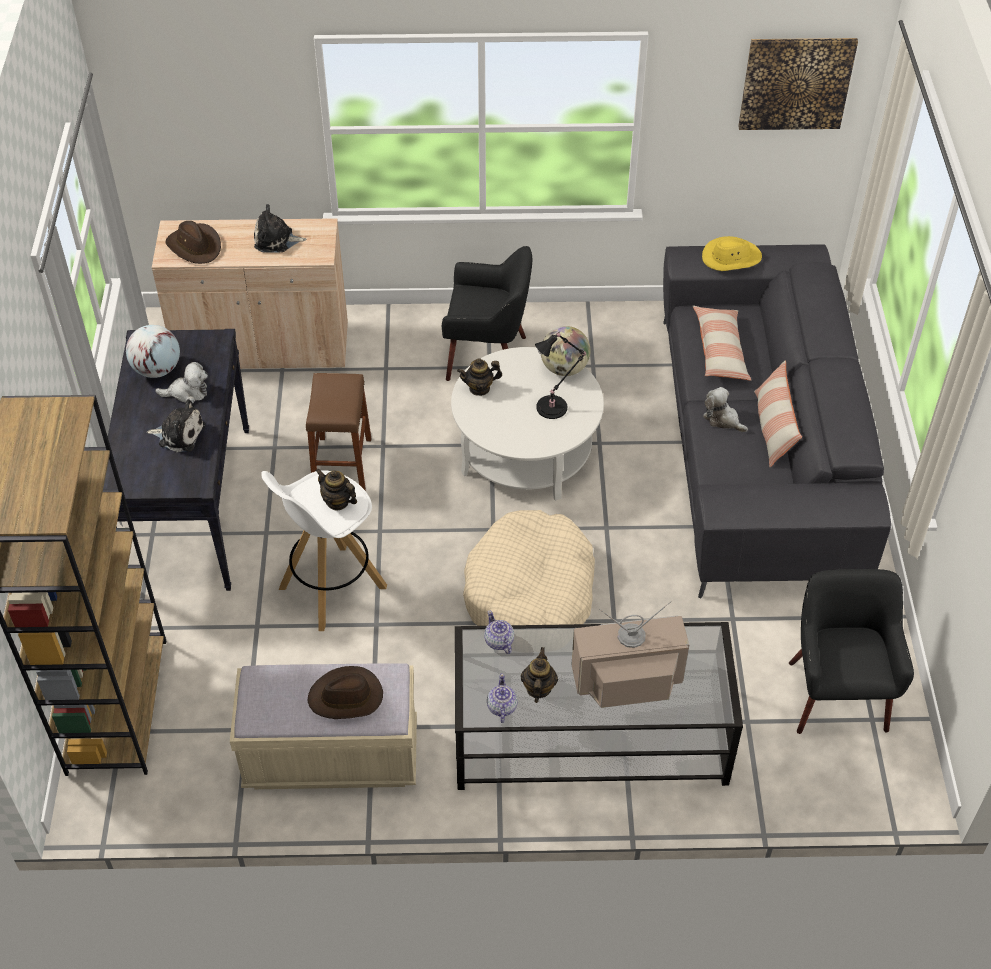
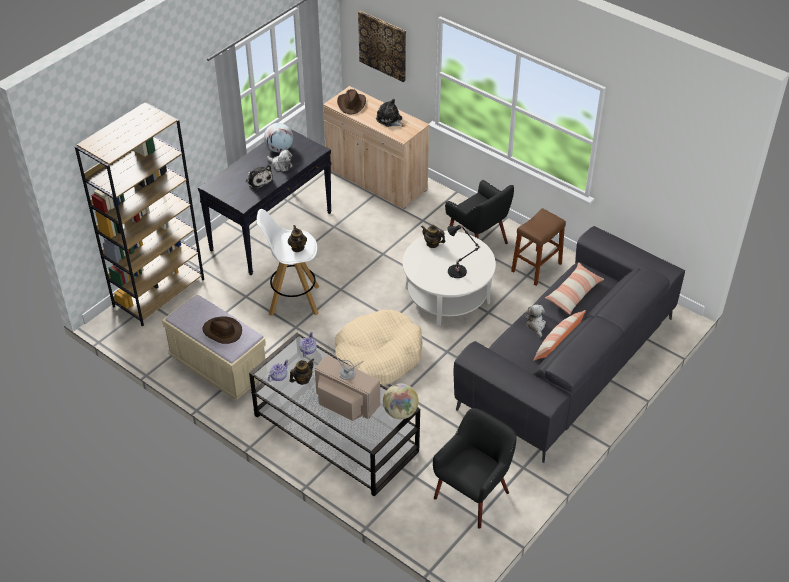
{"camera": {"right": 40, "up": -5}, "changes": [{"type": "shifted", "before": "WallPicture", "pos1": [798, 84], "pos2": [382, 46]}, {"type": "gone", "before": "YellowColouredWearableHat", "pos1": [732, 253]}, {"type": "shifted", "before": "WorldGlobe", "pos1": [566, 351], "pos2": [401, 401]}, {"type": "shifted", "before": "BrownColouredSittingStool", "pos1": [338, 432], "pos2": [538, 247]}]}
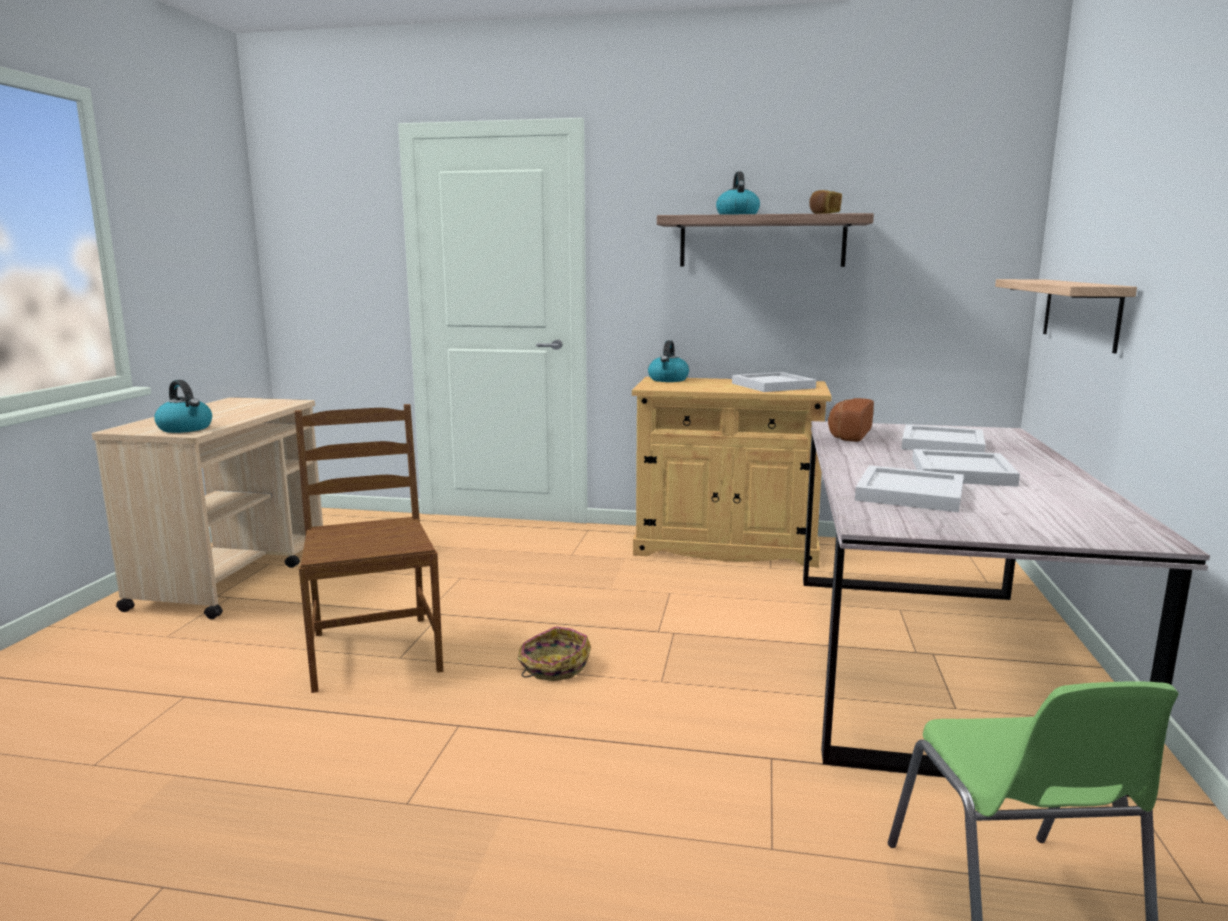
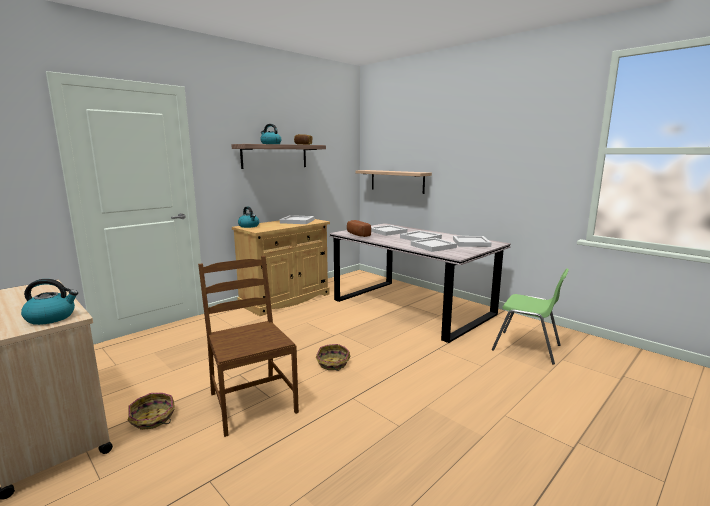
{"camera": {"right": -55, "up": 0}, "changes": [{"type": "rotated", "before": "BrownColouredChair", "pos1": [369, 548], "pos2": [248, 346], "turn": 45}, {"type": "new", "after": "WhiteServingTray", "pos2": [472, 241]}, {"type": "new", "after": "HouseholdBasket", "pos2": [151, 411]}]}
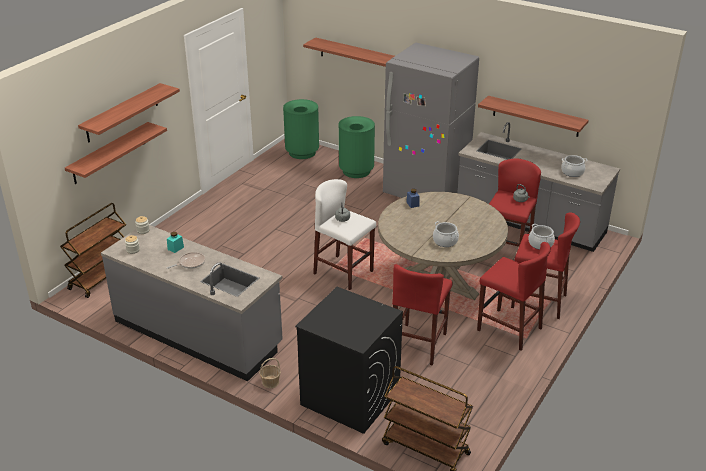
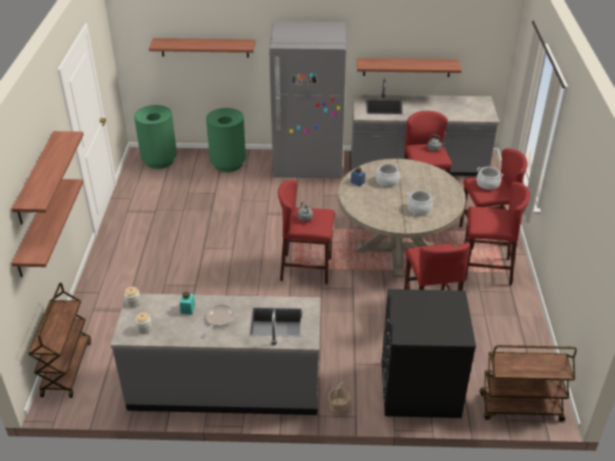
{"camera": {"right": -30, "up": 5}, "changes": [{"type": "shifted", "before": "CookingPot", "pos1": [574, 166], "pos2": [388, 175]}, {"type": "repainted", "before": "WhiteSittingStool", "after": "ReddishSittingStool", "pos1": [344, 234], "pos2": [306, 231]}]}
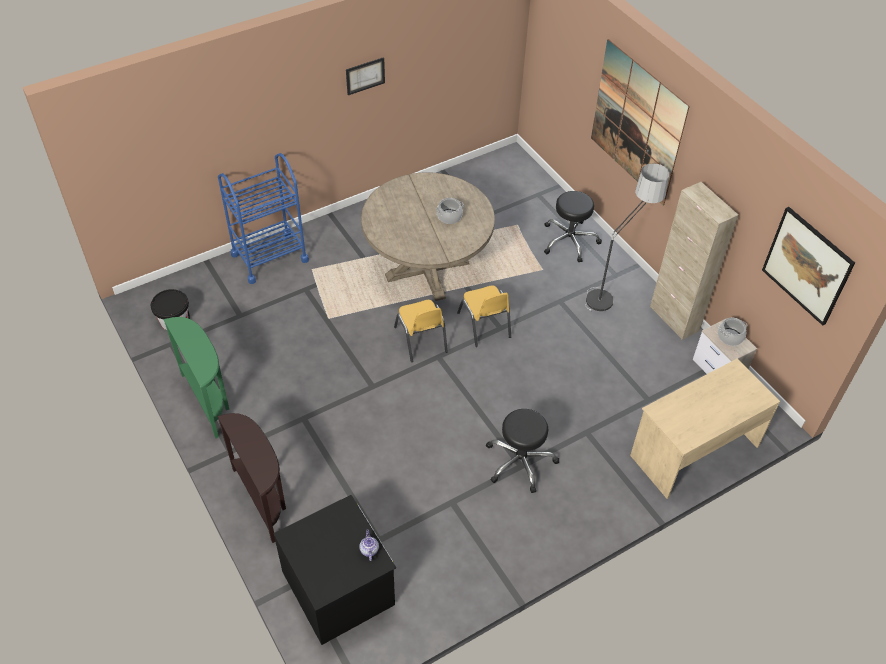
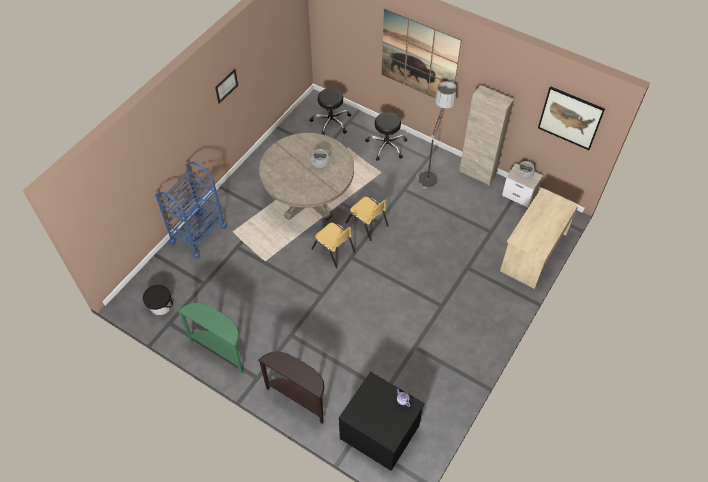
{"camera": {"right": -25, "up": 5}, "changes": [{"type": "shifted", "before": "BlackishSittingStool", "pos1": [522, 451], "pos2": [330, 111]}]}
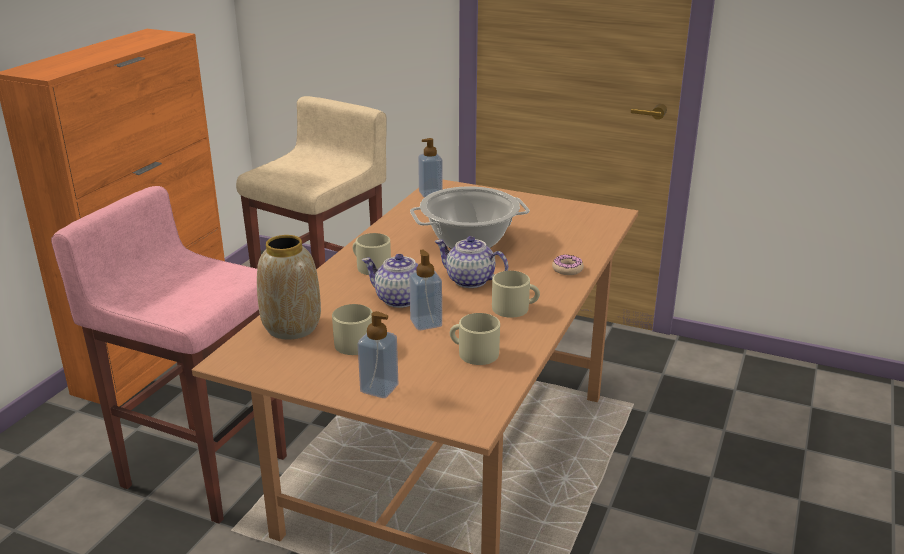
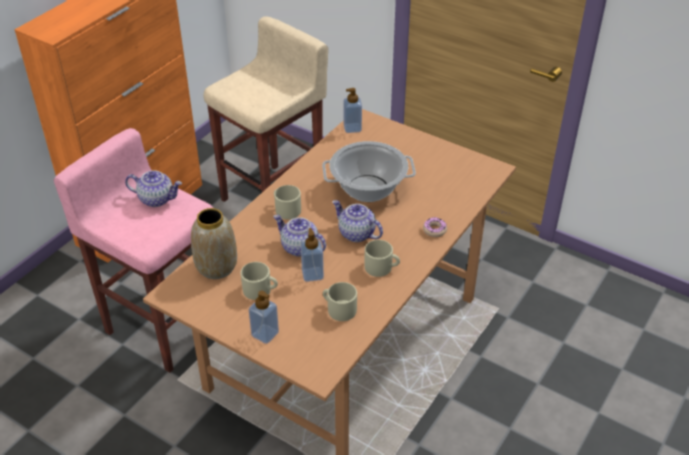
{"camera": {"right": 10, "up": 15}, "changes": [{"type": "new", "after": "Teapot", "pos2": [153, 188]}]}
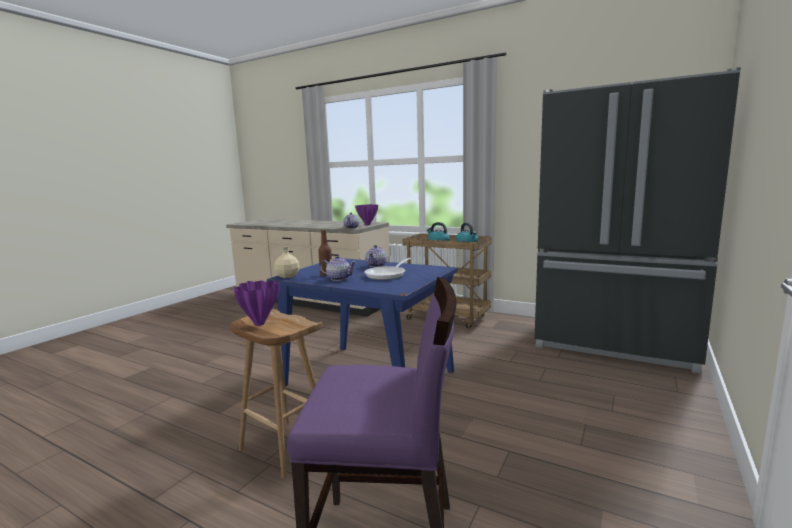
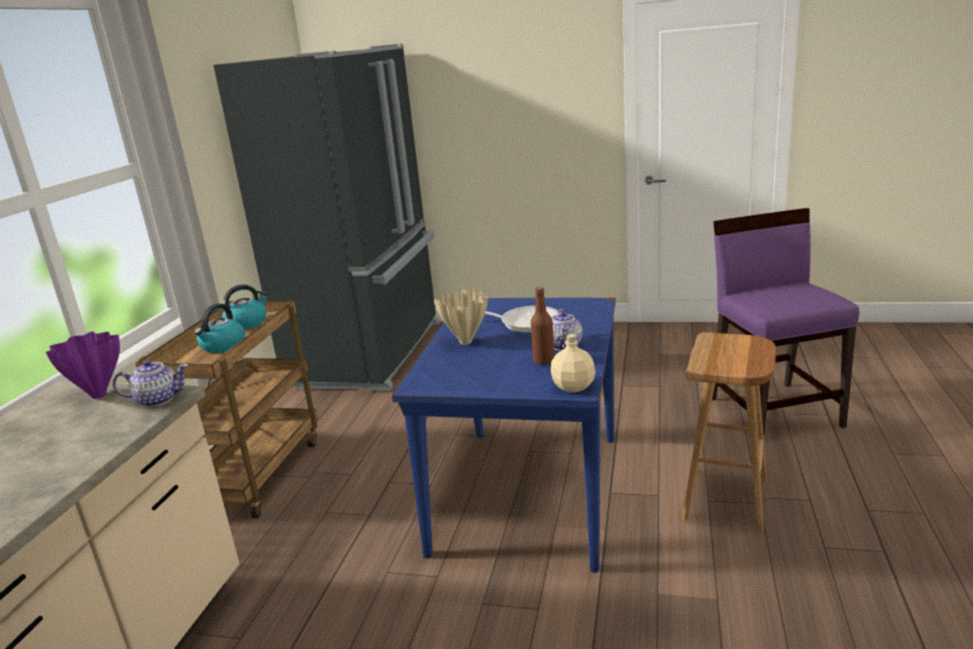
{"camera": {"right": -105, "up": 10}, "changes": [{"type": "swapped", "before": "Teapot", "after": "BeigeColouredVase", "pos1": [376, 256], "pos2": [461, 316]}, {"type": "gone", "before": "PurpleColouredVase", "pos1": [257, 303]}]}
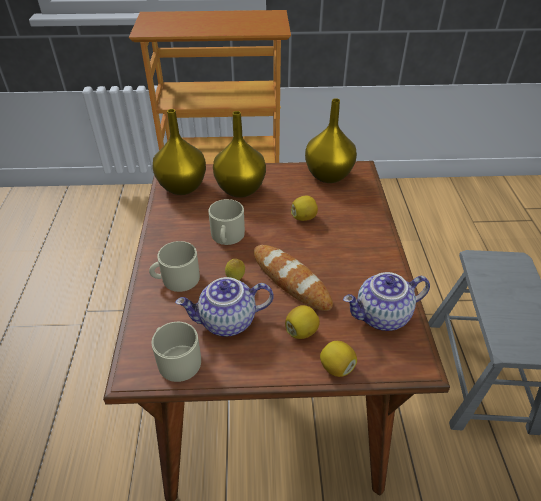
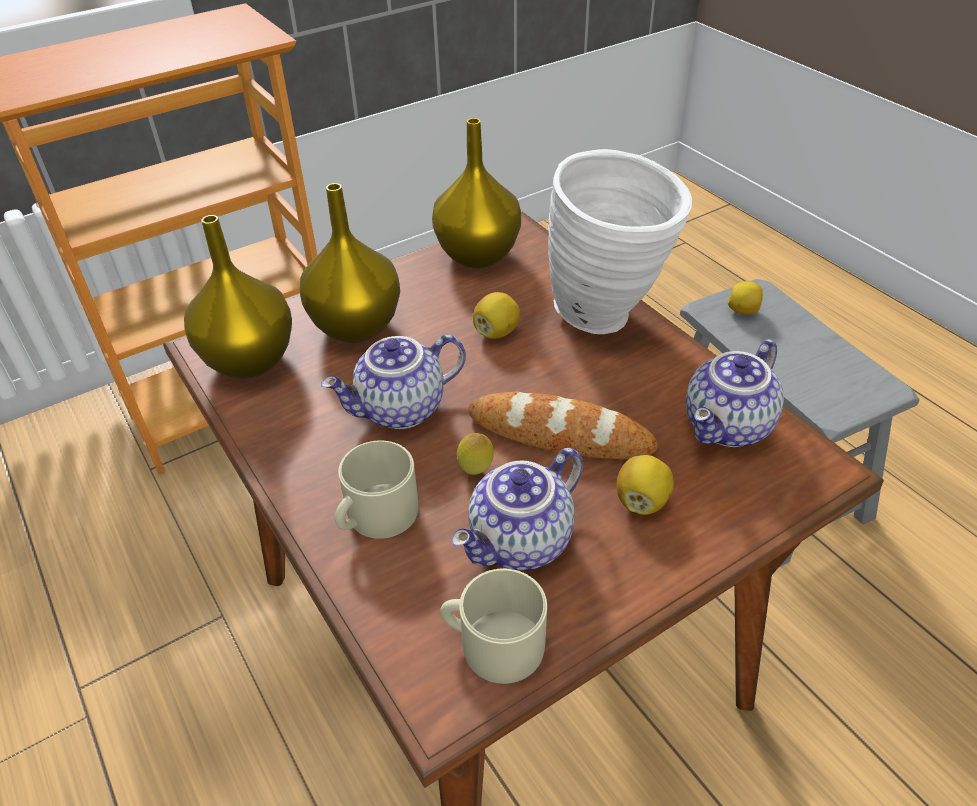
{"camera": {"right": -30, "up": 0}, "changes": [{"type": "swapped", "before": "BeigeColouredMug", "after": "Teapot", "pos1": [226, 222], "pos2": [393, 382]}, {"type": "shifted", "before": "CitrusFruit", "pos1": [338, 359], "pos2": [745, 298]}, {"type": "new", "after": "WhiteVase", "pos2": [620, 241]}]}
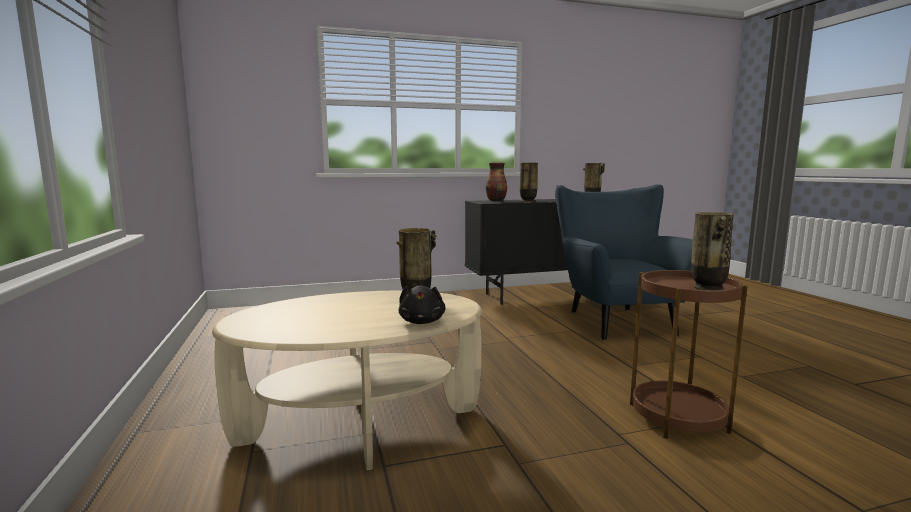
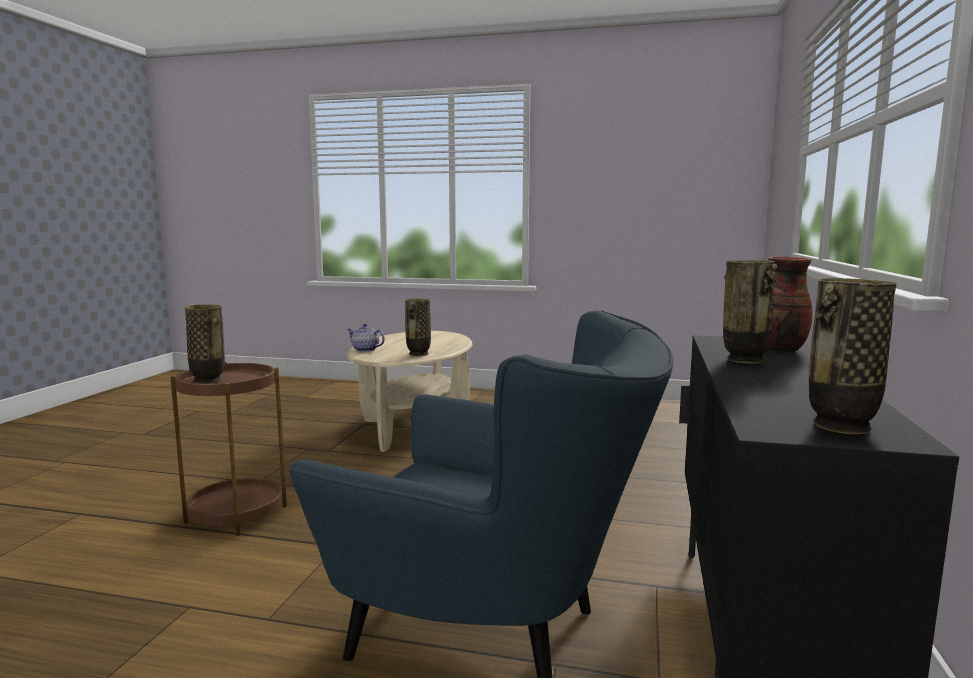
{"camera": {"right": 120, "up": 0}, "changes": [{"type": "swapped", "before": "BlackishCuddlyToy", "after": "Teapot", "pos1": [422, 305], "pos2": [366, 338]}]}
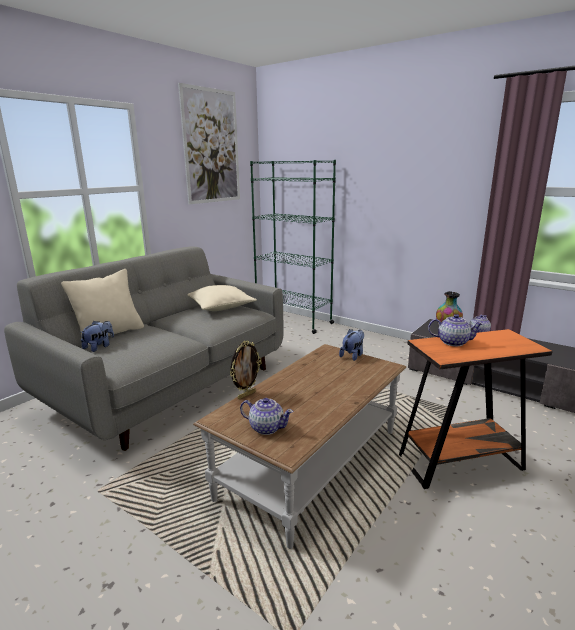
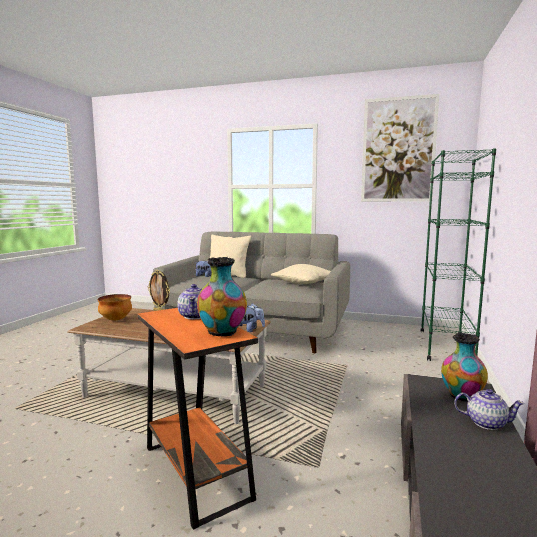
{"camera": {"right": 70, "up": -10}, "changes": [{"type": "swapped", "before": "Teapot", "after": "ServingBowl", "pos1": [267, 416], "pos2": [115, 307]}, {"type": "new", "after": "Vase", "pos2": [222, 297]}]}
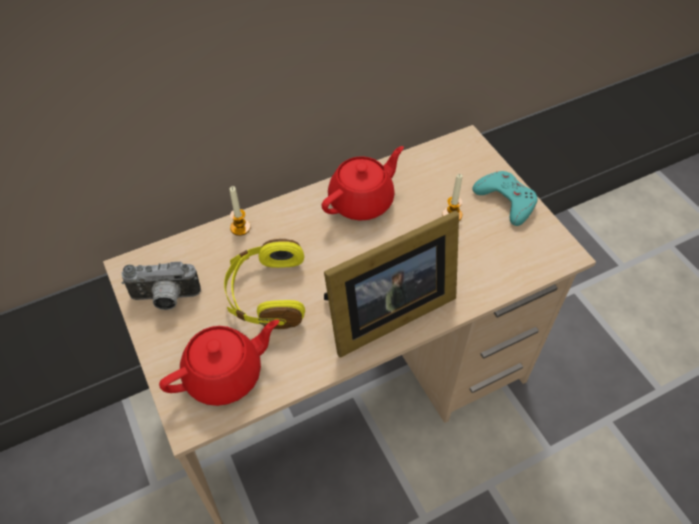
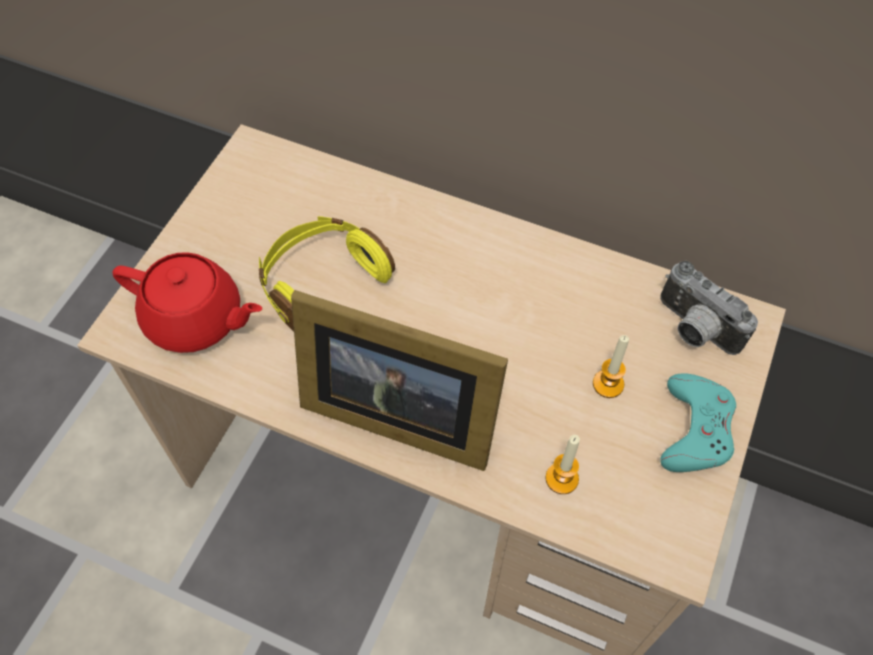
{"camera": {"right": 50, "up": 5}, "changes": [{"type": "gone", "before": "ReddishTeapot", "pos1": [362, 183]}, {"type": "shifted", "before": "WaxLight", "pos1": [240, 211], "pos2": [562, 464]}, {"type": "shifted", "before": "PhotoCamera", "pos1": [161, 286], "pos2": [709, 308]}]}
